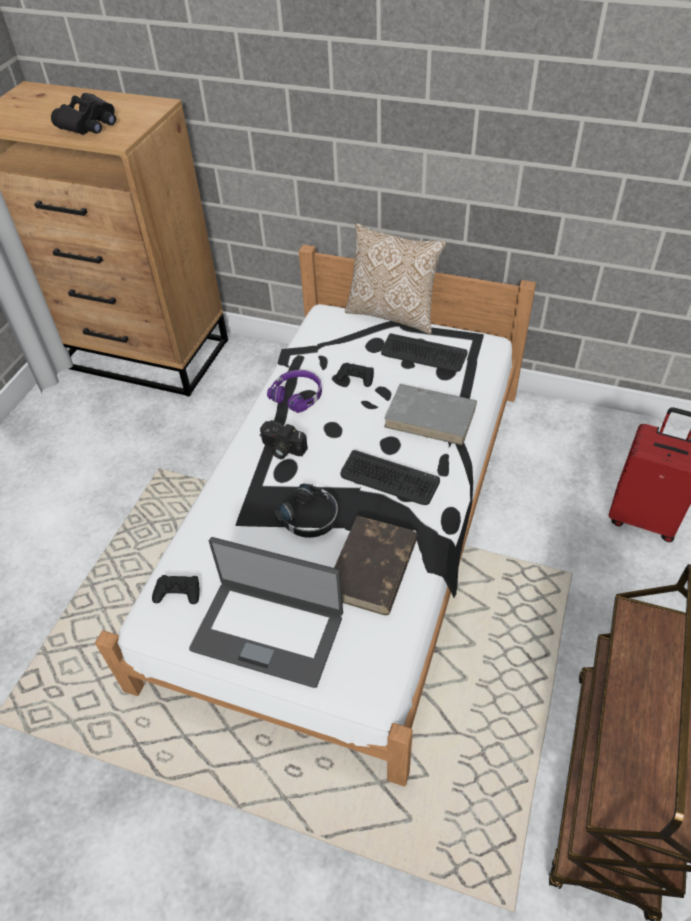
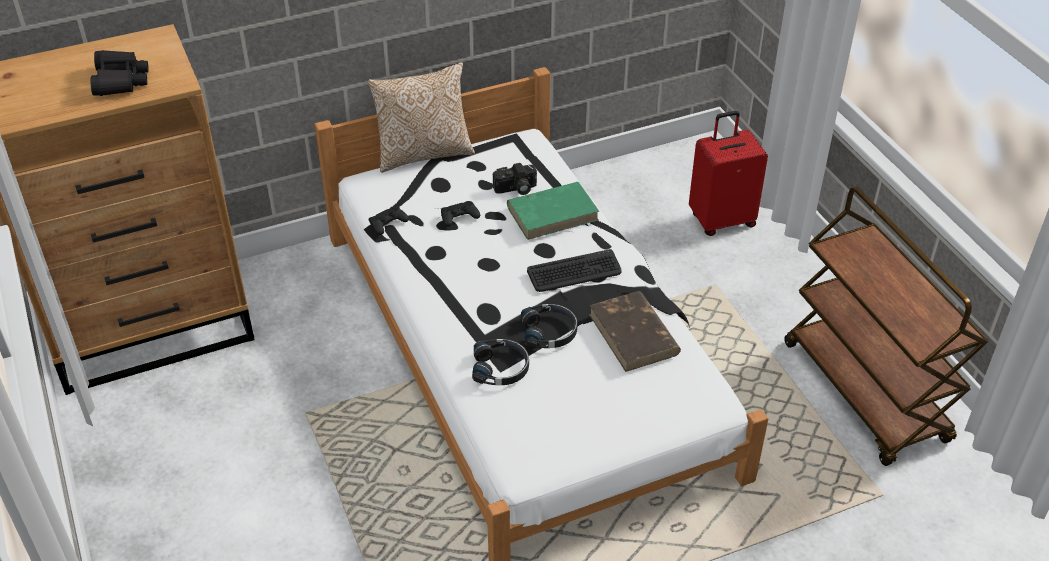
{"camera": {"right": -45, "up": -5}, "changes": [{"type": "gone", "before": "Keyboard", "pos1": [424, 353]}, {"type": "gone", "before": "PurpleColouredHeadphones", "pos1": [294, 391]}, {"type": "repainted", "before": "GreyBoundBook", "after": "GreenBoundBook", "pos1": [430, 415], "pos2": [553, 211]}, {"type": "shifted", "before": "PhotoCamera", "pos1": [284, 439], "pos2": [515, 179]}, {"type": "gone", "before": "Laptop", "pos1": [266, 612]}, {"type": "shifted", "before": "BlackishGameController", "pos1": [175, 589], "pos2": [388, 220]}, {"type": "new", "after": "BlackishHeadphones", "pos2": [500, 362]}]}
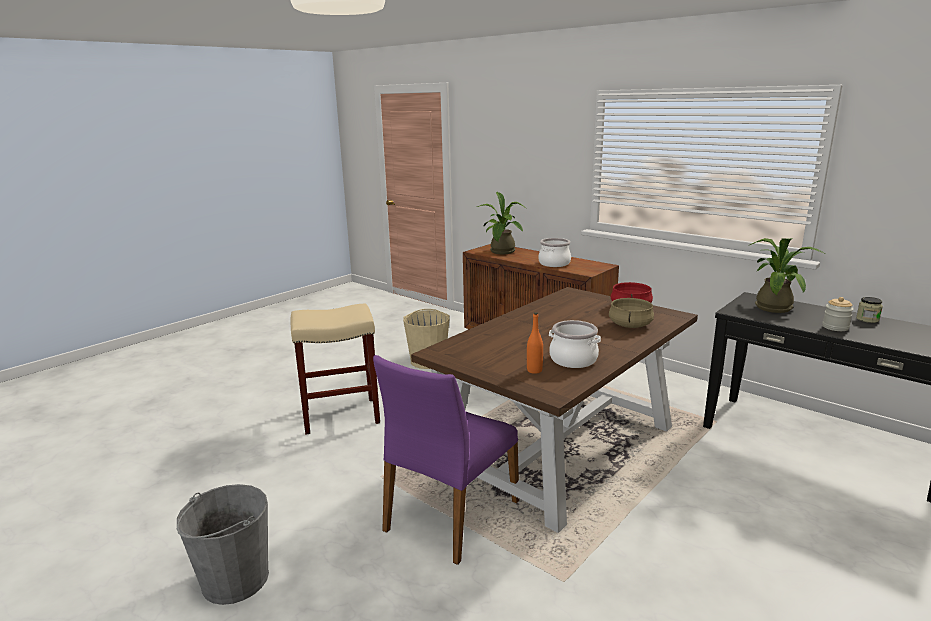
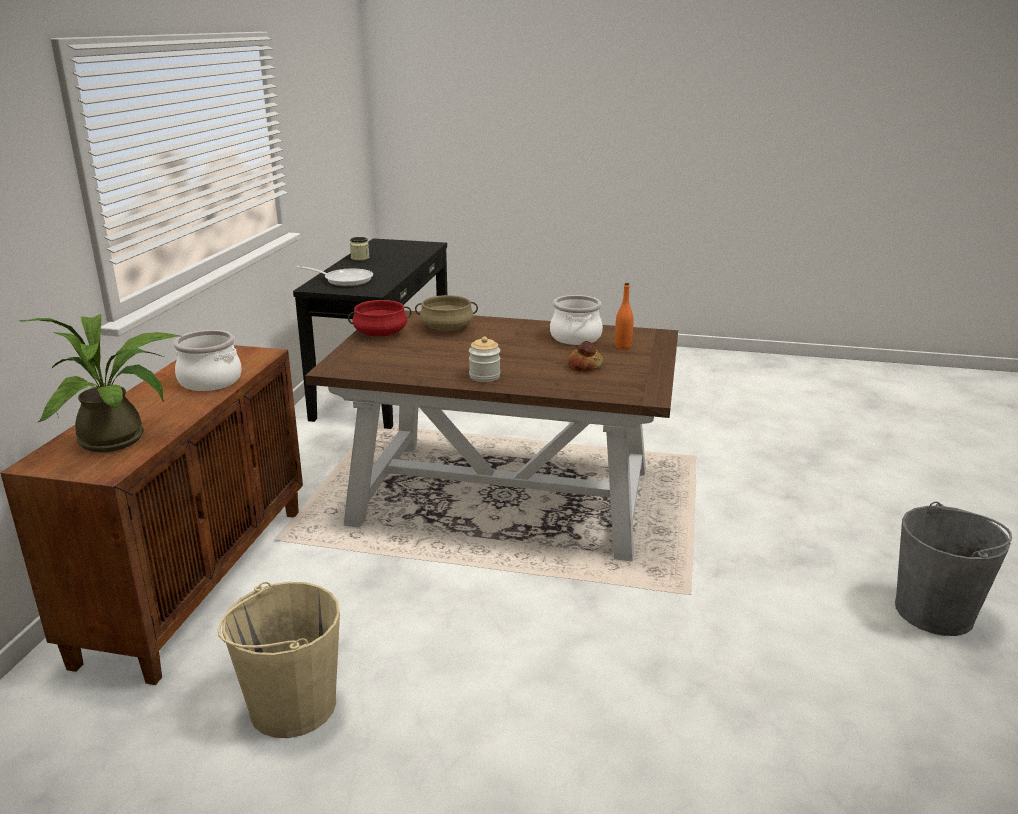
{"camera": {"right": -120, "up": 5}, "changes": [{"type": "swapped", "before": "PlantInAPot", "after": "Pan", "pos1": [787, 275], "pos2": [334, 276]}, {"type": "shifted", "before": "StorageJar", "pos1": [838, 314], "pos2": [484, 359]}, {"type": "gone", "before": "BeigeColouredSittingStool", "pos1": [335, 369]}, {"type": "gone", "before": "PurpleColouredChair", "pos1": [446, 460]}, {"type": "new", "after": "Bread", "pos2": [586, 356]}]}
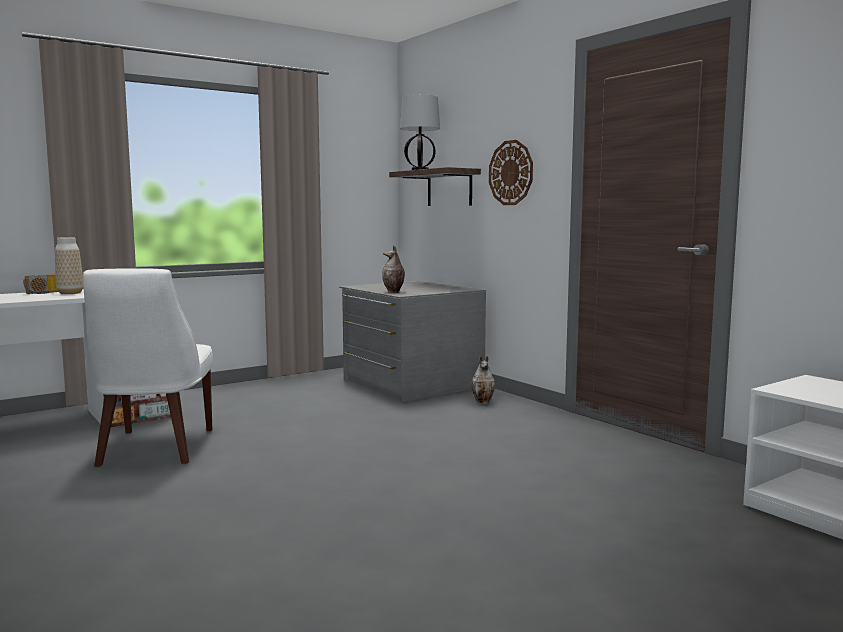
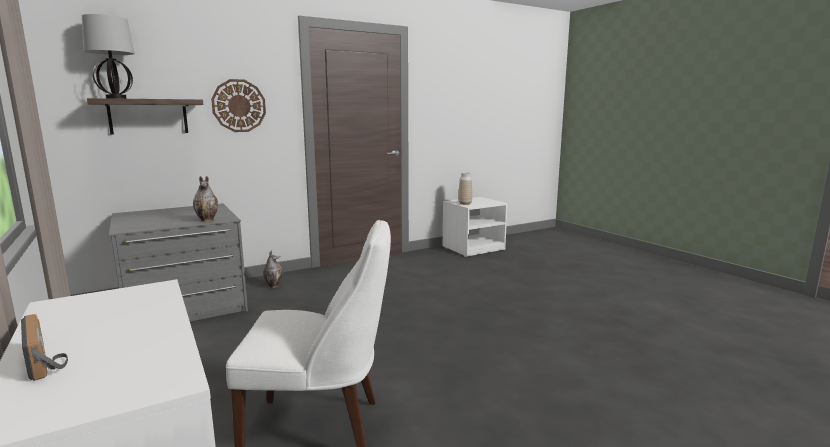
{"camera": {"right": -85, "up": 5}, "changes": [{"type": "shifted", "before": "Vase", "pos1": [69, 265], "pos2": [465, 188]}]}
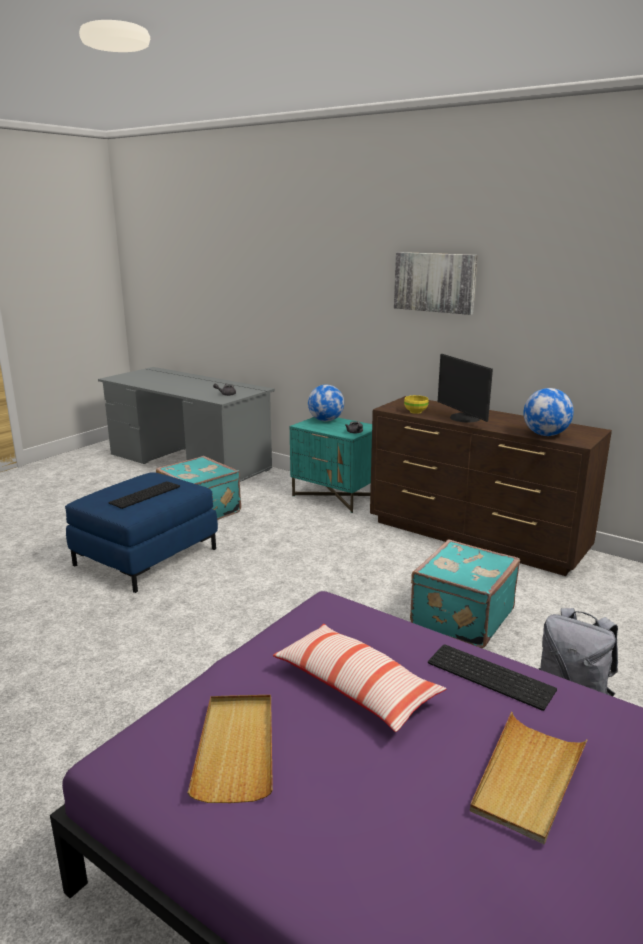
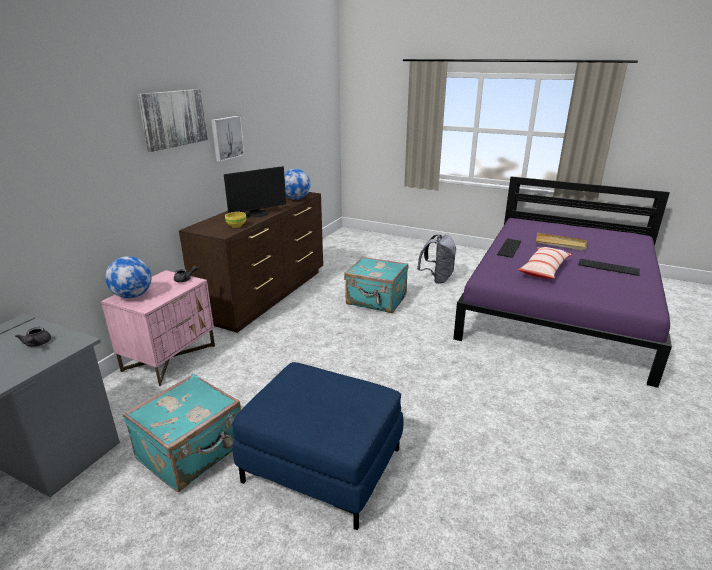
{"camera": {"right": -100, "up": 5}, "changes": [{"type": "repainted", "before": "TurquoiseColouredNightstand", "after": "PinkNightstand", "pos1": [331, 465], "pos2": [158, 328]}, {"type": "shifted", "before": "Keyboard", "pos1": [144, 495], "pos2": [609, 267]}, {"type": "gone", "before": "BeigeColouredServingTray", "pos1": [230, 749]}, {"type": "new", "after": "WallPicture", "pos2": [228, 139]}]}
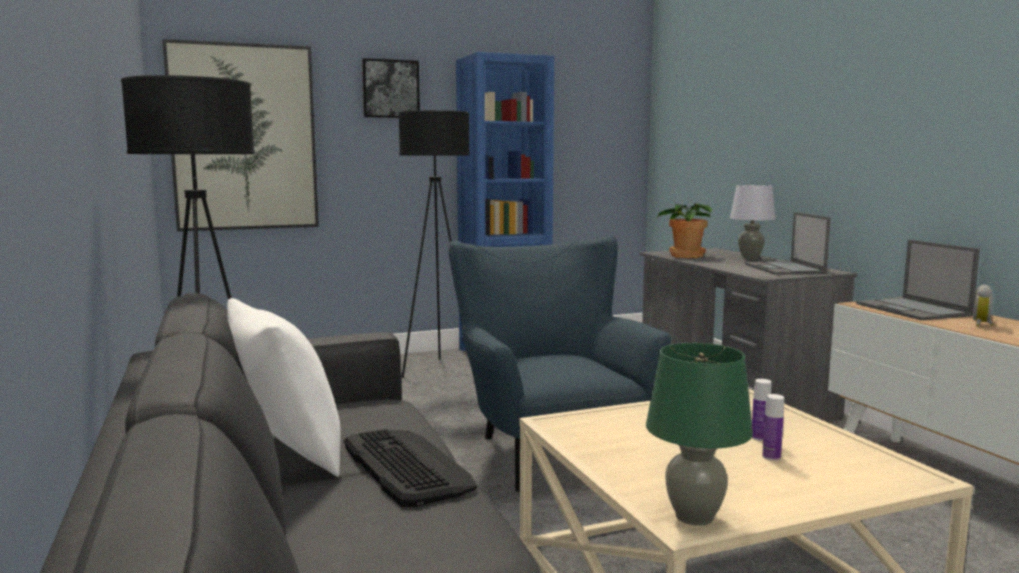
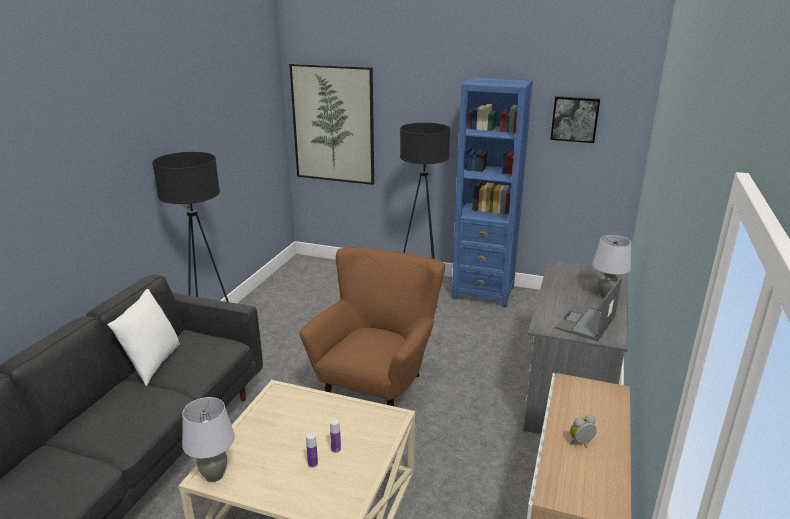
{"camera": {"right": 40, "up": 15}, "changes": [{"type": "shifted", "before": "WallPicture", "pos1": [390, 88], "pos2": [575, 119]}, {"type": "gone", "before": "PlantInAPot", "pos1": [684, 230]}, {"type": "repainted", "before": "BlueEasyChair", "after": "BrownColouredEasyChair", "pos1": [560, 364], "pos2": [372, 326]}, {"type": "gone", "before": "Laptop", "pos1": [918, 280]}, {"type": "repainted", "before": "GreenLampForATable", "after": "GreyLampForATable", "pos1": [699, 434], "pos2": [208, 439]}, {"type": "gone", "before": "Keyboard", "pos1": [410, 468]}]}
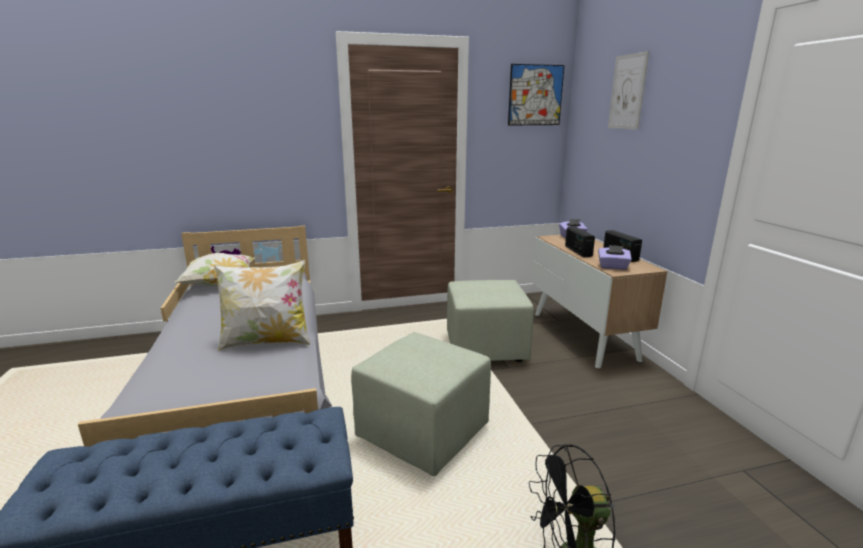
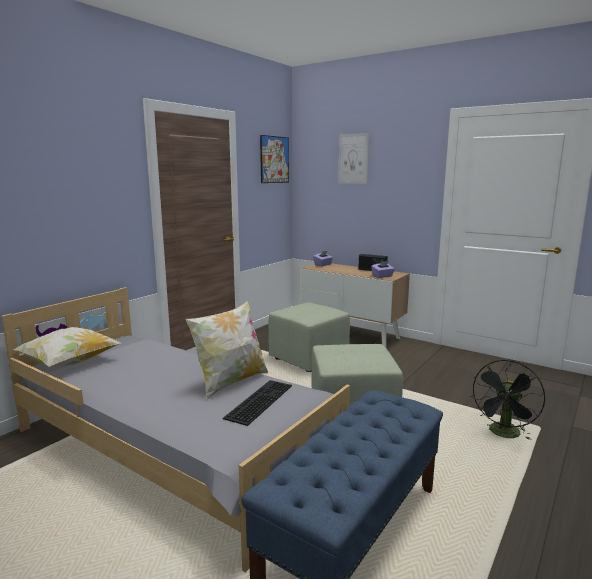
{"camera": {"right": -40, "up": -5}, "changes": [{"type": "gone", "before": "Radio", "pos1": [580, 241]}, {"type": "new", "after": "Keyboard", "pos2": [257, 403]}]}
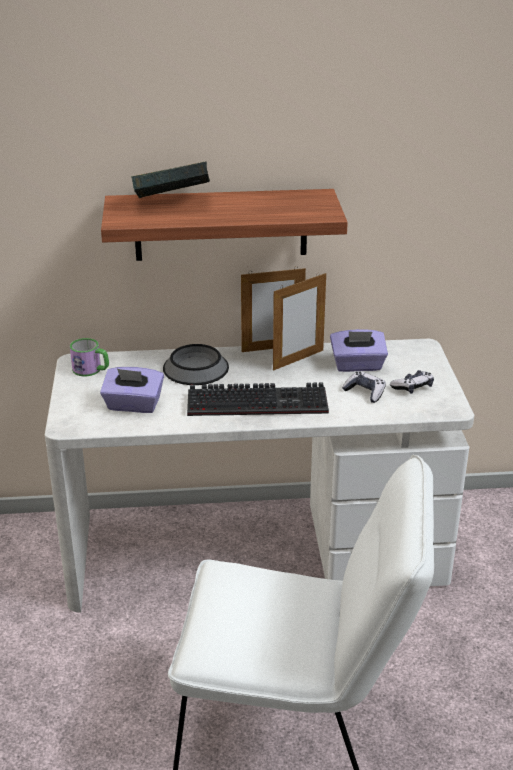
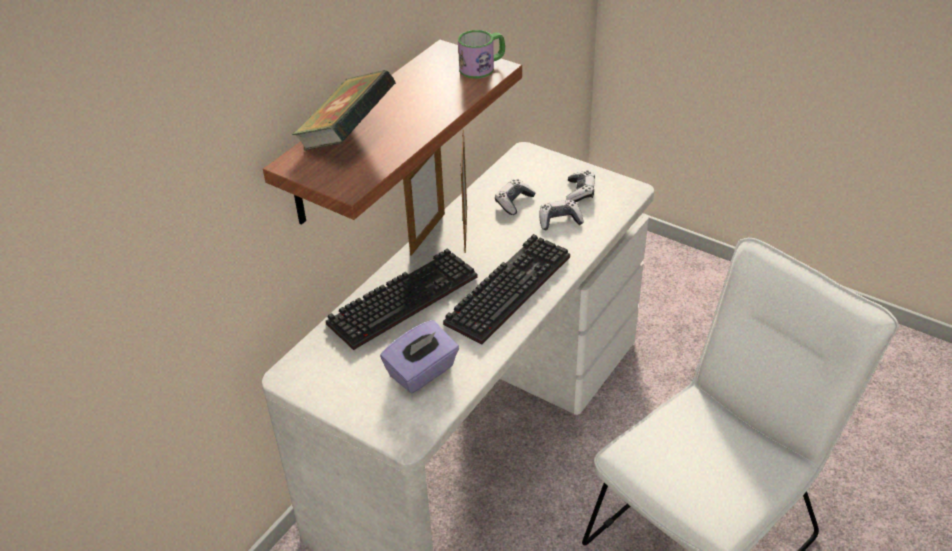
{"camera": {"right": -50, "up": 10}, "changes": [{"type": "swapped", "before": "PurpleColouredBoxOfTissues", "after": "GameController", "pos1": [359, 350], "pos2": [515, 197]}, {"type": "shifted", "before": "Mug", "pos1": [89, 357], "pos2": [481, 54]}, {"type": "swapped", "before": "ServingBowl", "after": "Keyboard", "pos1": [196, 364], "pos2": [402, 299]}]}
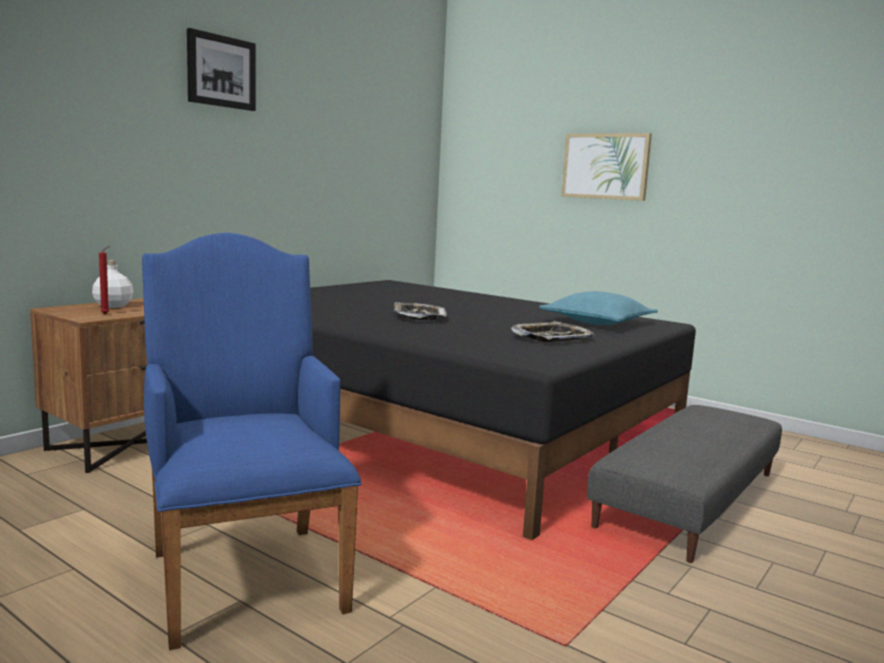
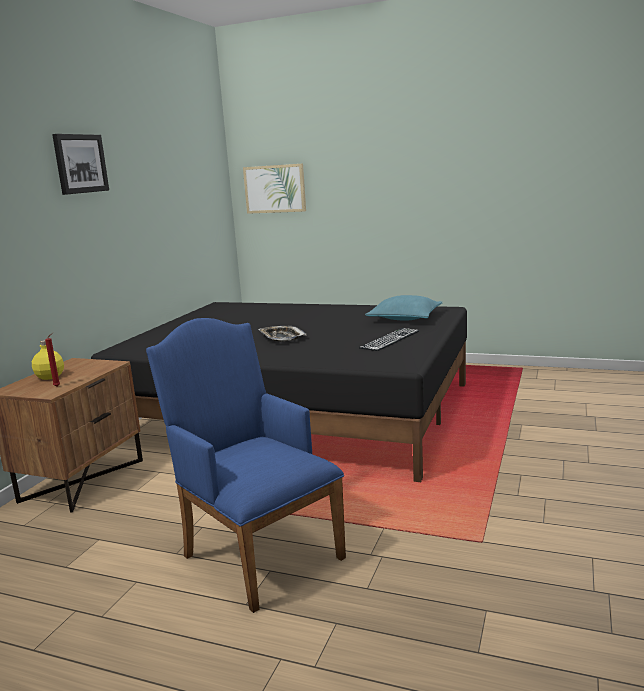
{"camera": {"right": -15, "up": 5}, "changes": [{"type": "shifted", "before": "WallPicture", "pos1": [606, 167], "pos2": [274, 189]}, {"type": "repainted", "before": "WhiteDrinkBottle", "after": "YellowColouredDrinkBottle", "pos1": [112, 284], "pos2": [48, 360]}, {"type": "swapped", "before": "ServingTray", "after": "Keyboard", "pos1": [553, 331], "pos2": [389, 339]}, {"type": "gone", "before": "GreyPouffe", "pos1": [684, 484]}]}
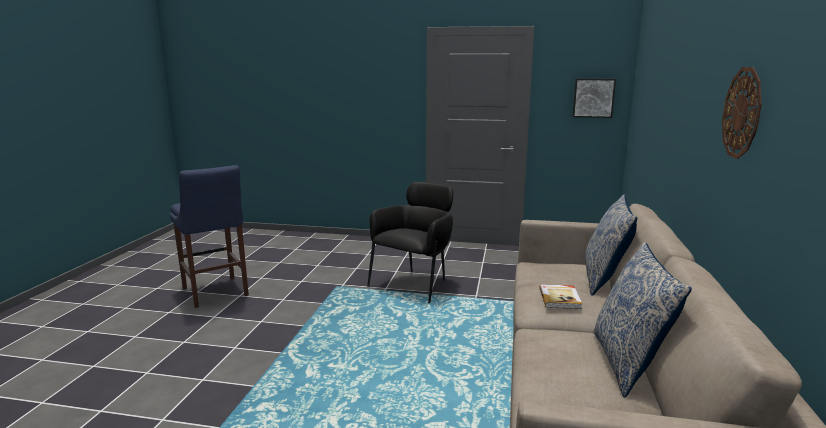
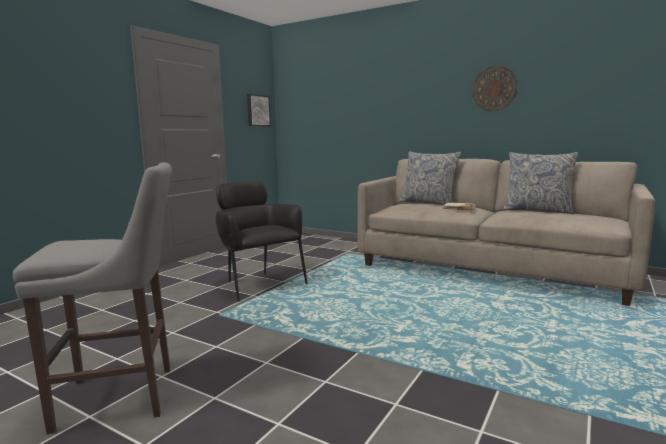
{"camera": {"right": -70, "up": -5}, "changes": [{"type": "repainted", "before": "BlueSittingStool", "after": "GreySittingStool", "pos1": [209, 236], "pos2": [92, 298]}]}
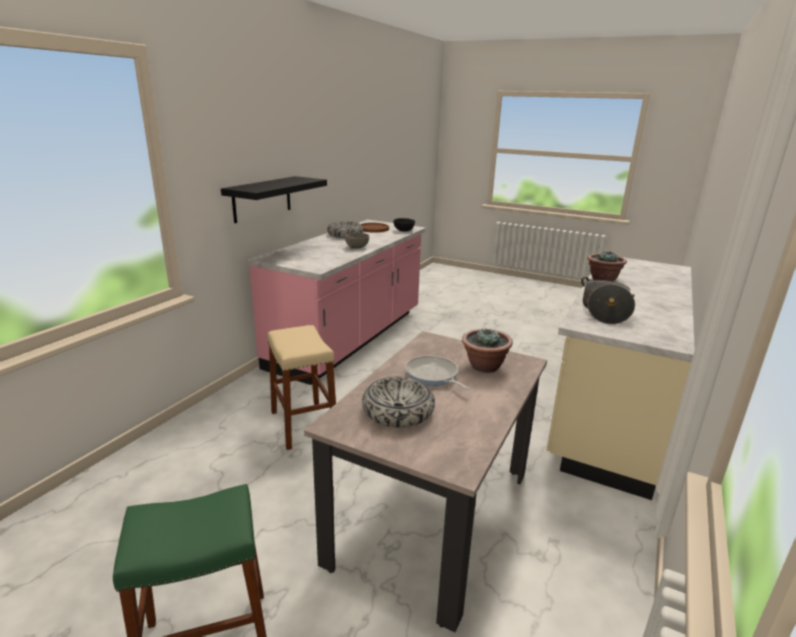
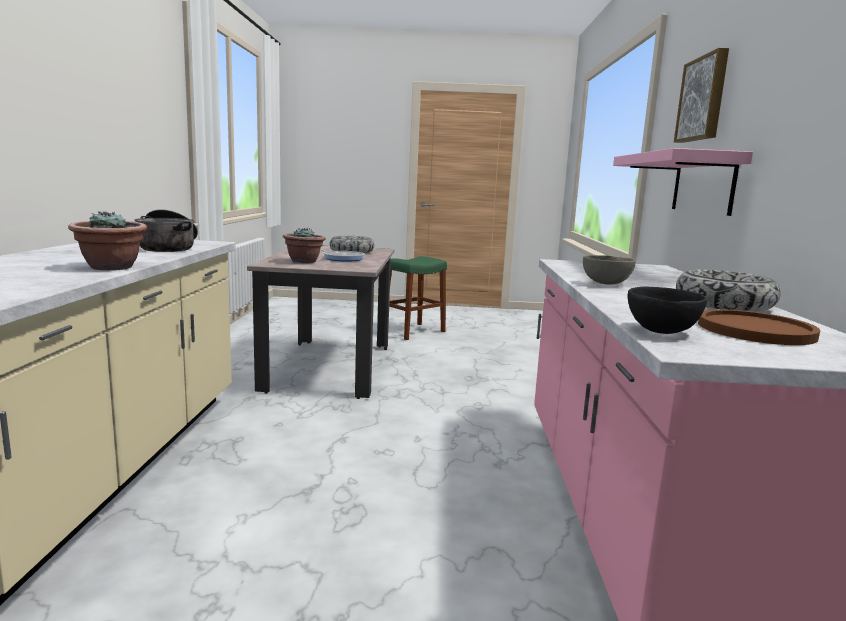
{"camera": {"right": 155, "up": -10}, "changes": [{"type": "repainted", "before": "BlackishBracketShelf", "after": "PinkBracketShelf", "pos1": [274, 199], "pos2": [683, 182]}, {"type": "gone", "before": "BeigeColouredSittingStool", "pos1": [301, 387]}, {"type": "new", "after": "WallPicture", "pos2": [701, 95]}]}
